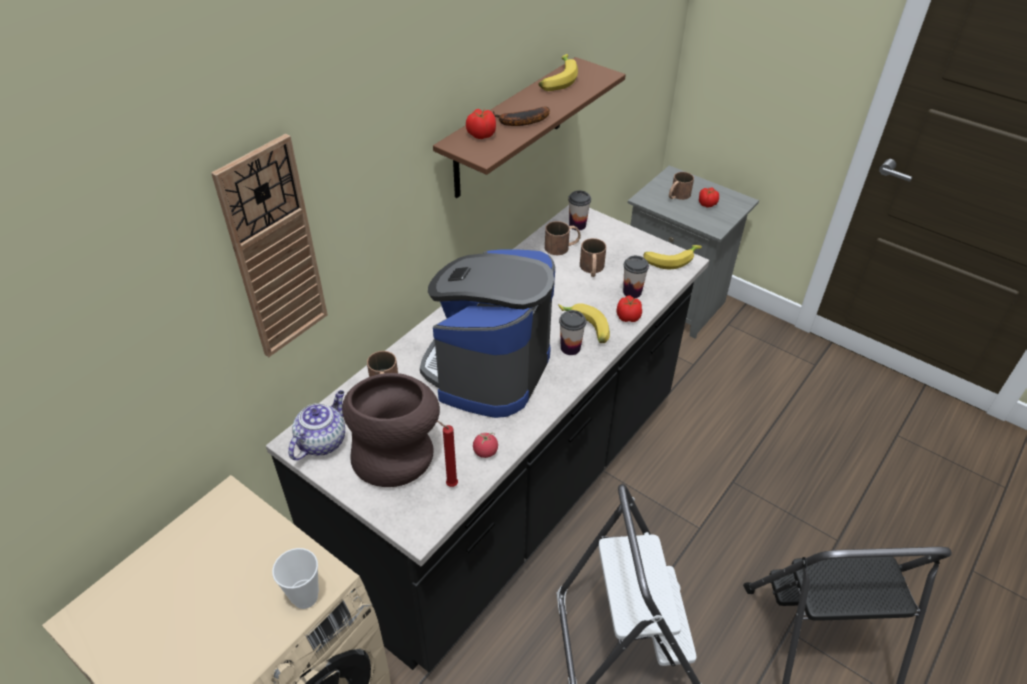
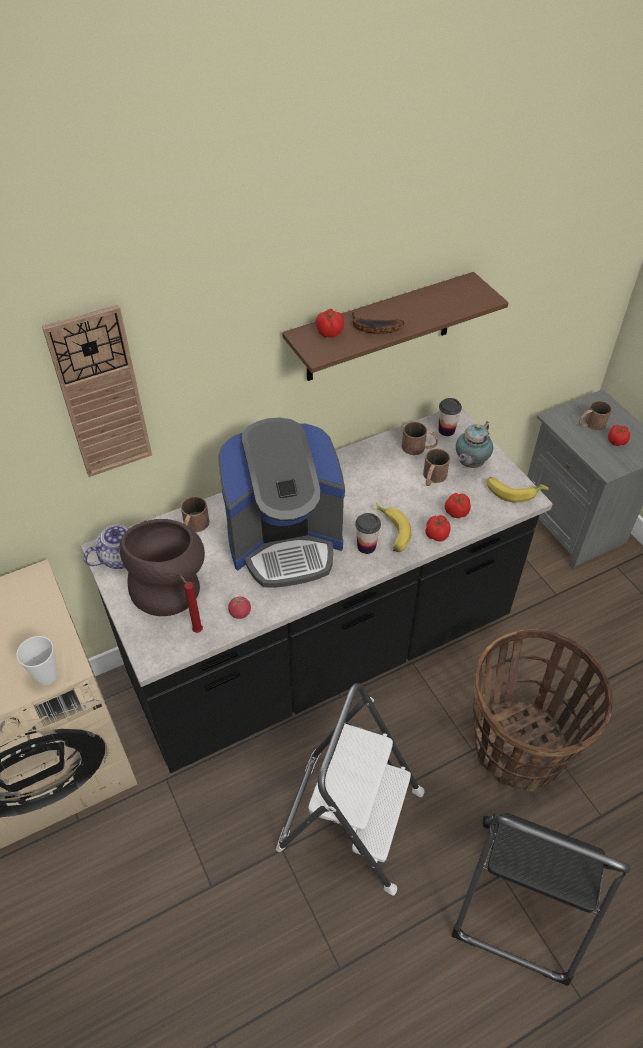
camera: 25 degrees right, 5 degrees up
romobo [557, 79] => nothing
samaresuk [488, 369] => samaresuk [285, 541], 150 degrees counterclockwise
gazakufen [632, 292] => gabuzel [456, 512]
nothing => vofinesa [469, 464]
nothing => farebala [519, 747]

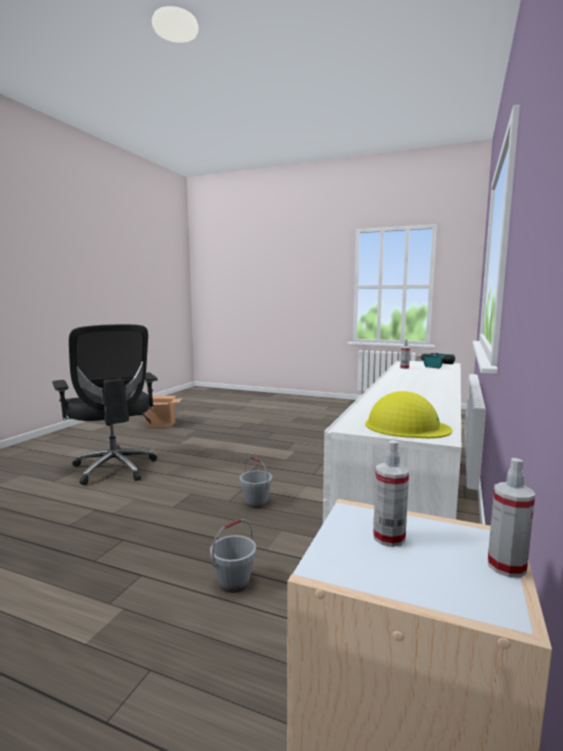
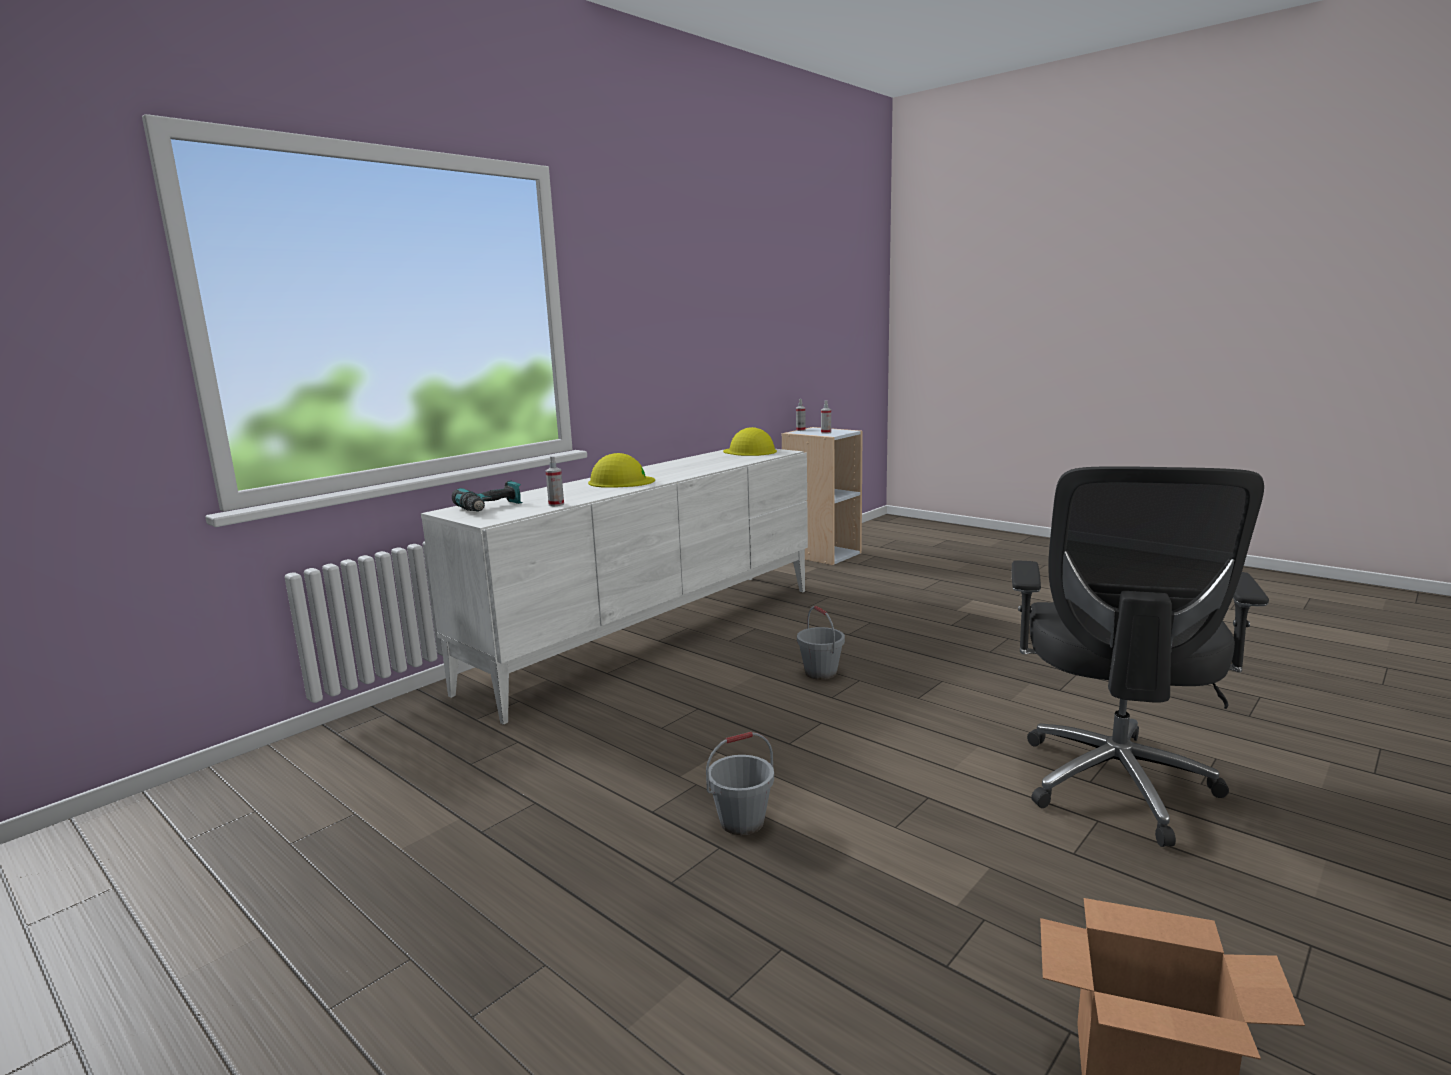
camera: 160 degrees left, 5 degrees up
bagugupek [114, 467] => bagugupek [1114, 780], 150 degrees counterclockwise
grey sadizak [234, 583] => grey sadizak [742, 821], moved
nothing => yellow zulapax [621, 481]

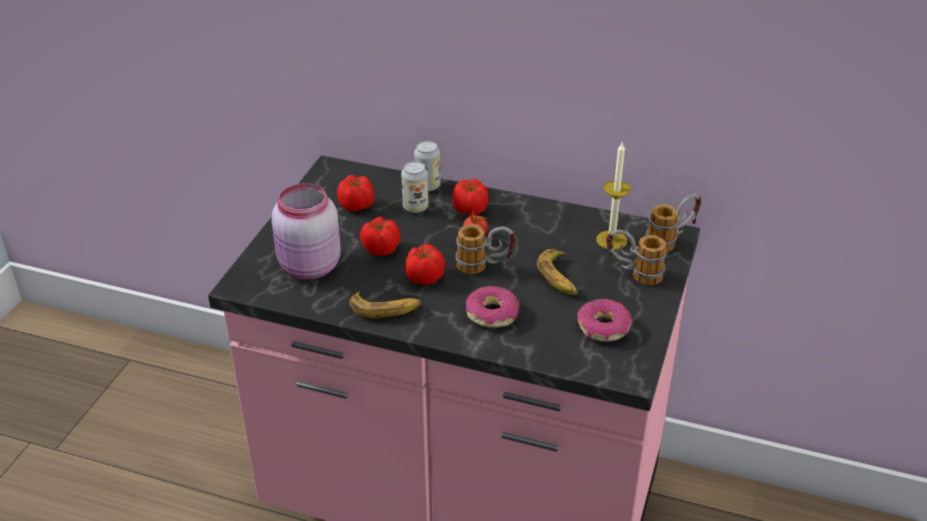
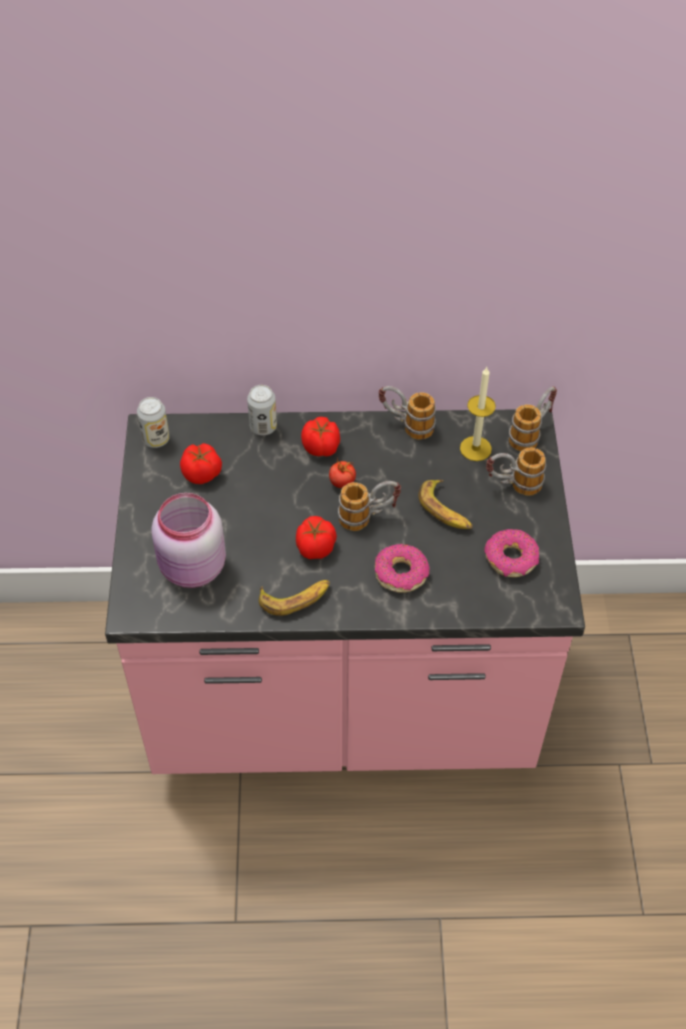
camera: 20 degrees left, 15 degrees up
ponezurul [415, 207] => ponezurul [156, 439], moved
gabuzel [380, 249] => nothing
nothing => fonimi [405, 425]

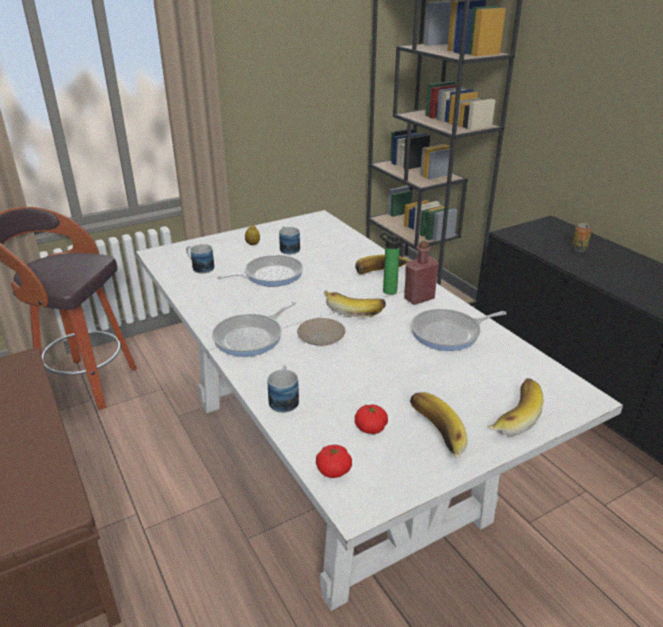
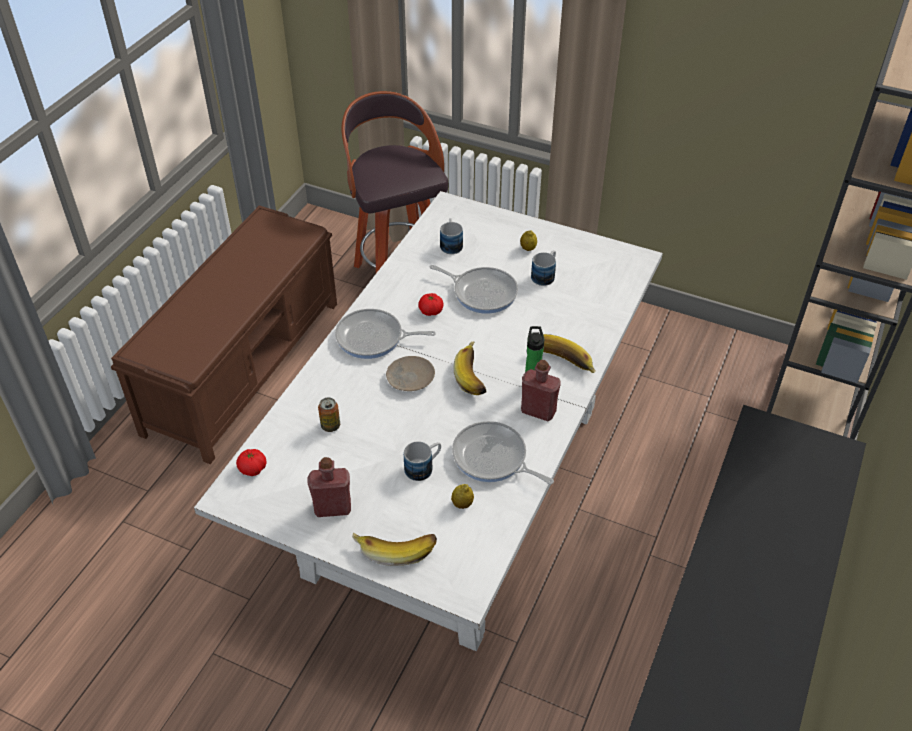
camera: 55 degrees right, 15 degrees up
ponezurul [578, 249] => ponezurul [330, 426], moved
fonimi [284, 398] => fonimi [424, 467], moved
romobo [434, 435] => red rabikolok [333, 508]
gabuzel [370, 428] => gabuzel [431, 311], moved
nothing => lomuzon [462, 504]

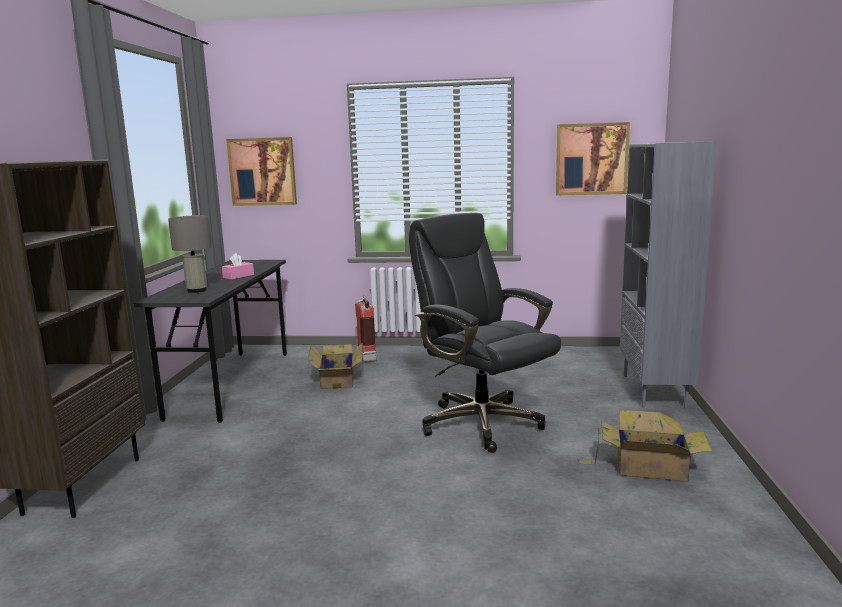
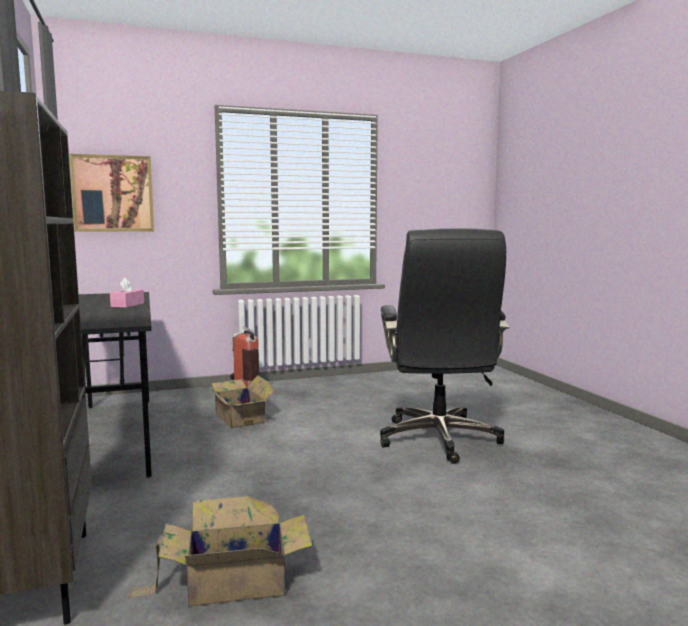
camera: 25 degrees left, 5 degrees down
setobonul [591, 159] => nothing
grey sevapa [655, 391] => nothing
black bagugupek [484, 425] => black bagugupek [437, 437], 120 degrees counterclockwise
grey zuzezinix [196, 291] => nothing
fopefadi [647, 467] => fopefadi [232, 581], moved

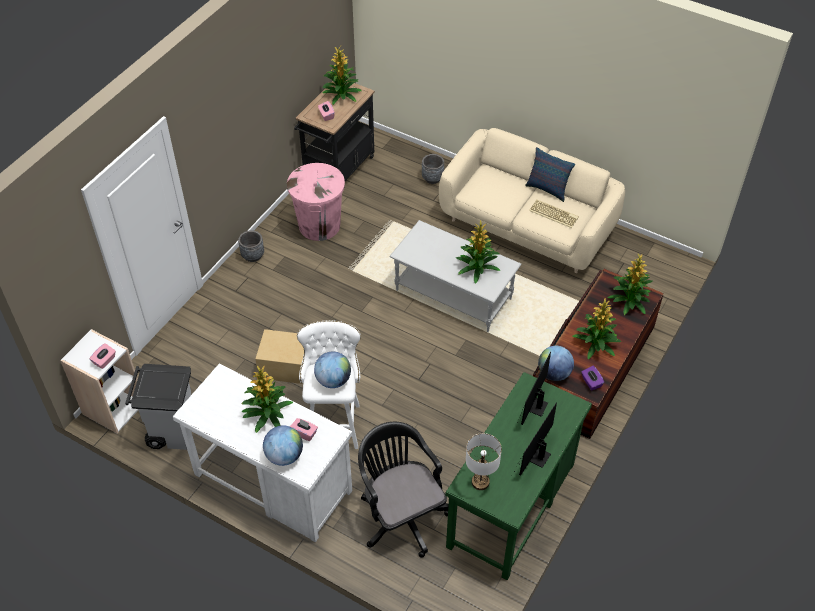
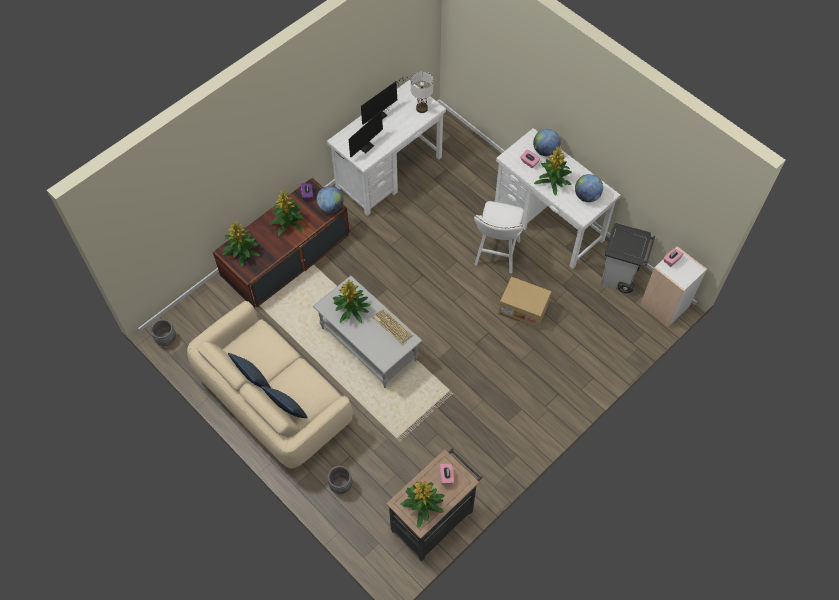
camera: 165 degrees left, 10 degrees up
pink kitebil [319, 225] => nothing
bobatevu [554, 214] => bobatevu [391, 326], moved
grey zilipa [253, 256] => grey zilipa [166, 339], moved
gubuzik [333, 380] => gubuzik [587, 196], moved
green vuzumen [512, 505] => white vuzumen [388, 172]
black bagugupek [400, 514] => nothing
nothing => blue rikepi [287, 409]

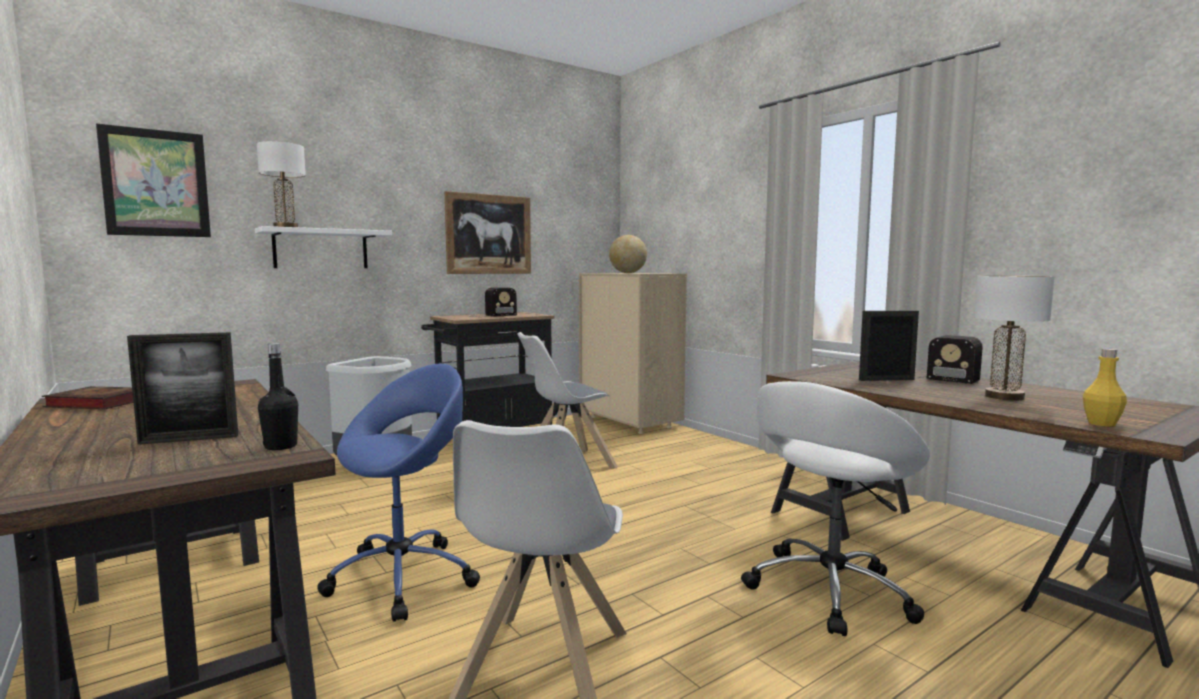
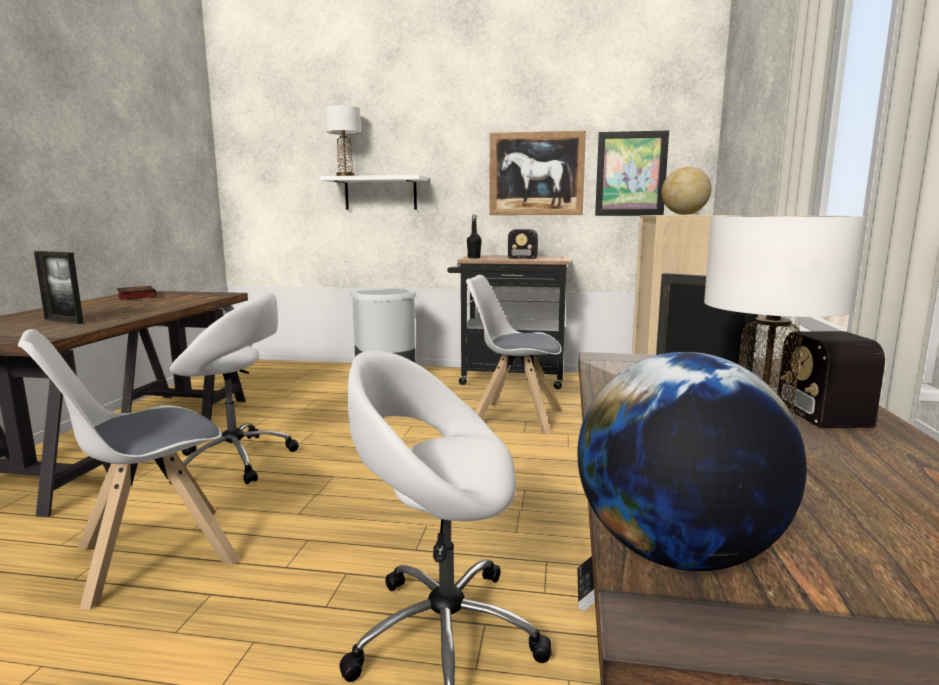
camera: 45 degrees right, 5 degrees up
setobonul [156, 183] => setobonul [631, 174], moved
black rabikolok [281, 446] => black rabikolok [474, 258], moved
yellow rabikolok [1101, 424] => gubuzik [678, 553]
blue bagugupek [405, 576] => white bagugupek [237, 460]

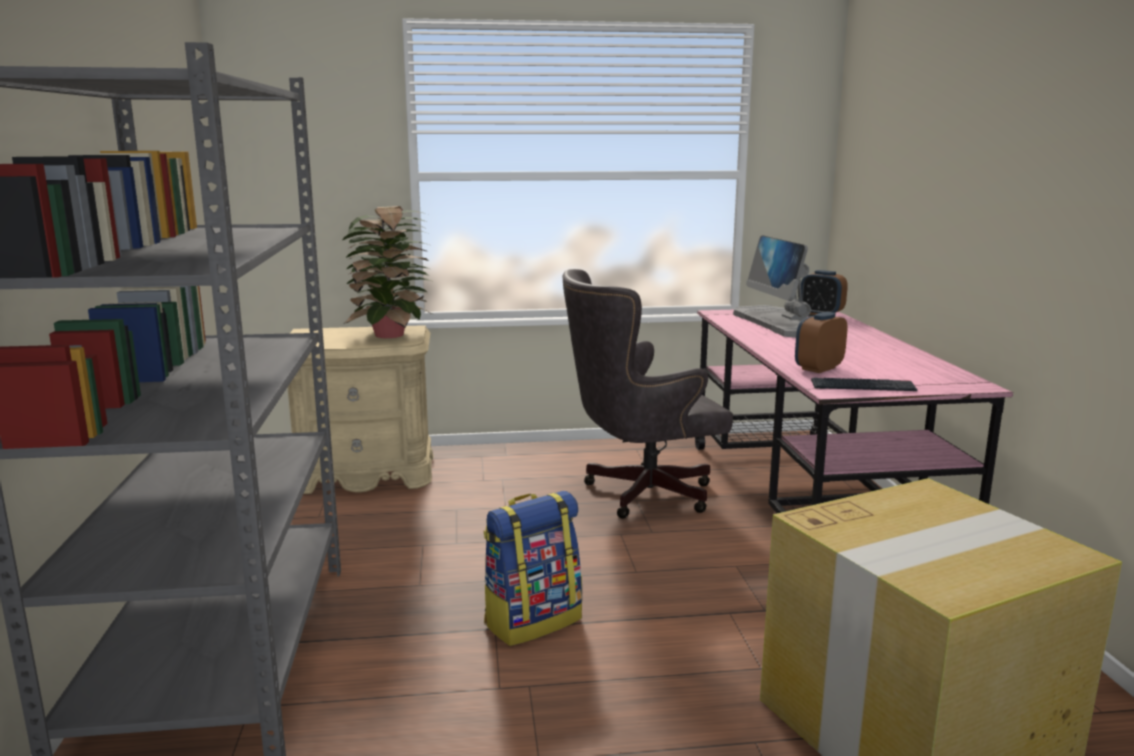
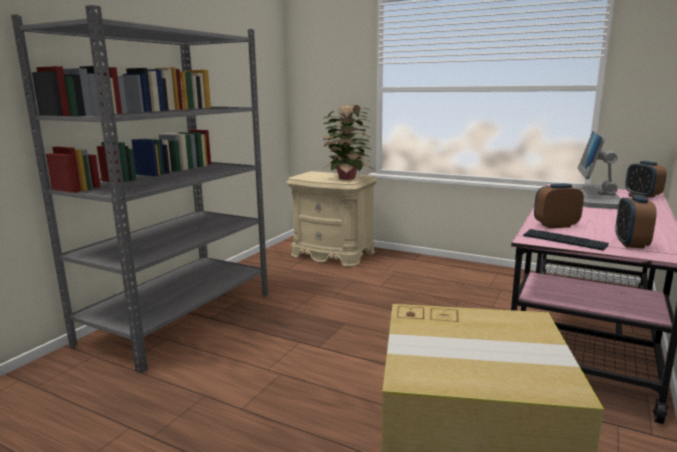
camera: 35 degrees right, 0 degrees up
grey bagugupek [640, 494] => nothing
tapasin [532, 620] => nothing
nothing => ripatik [631, 243]

